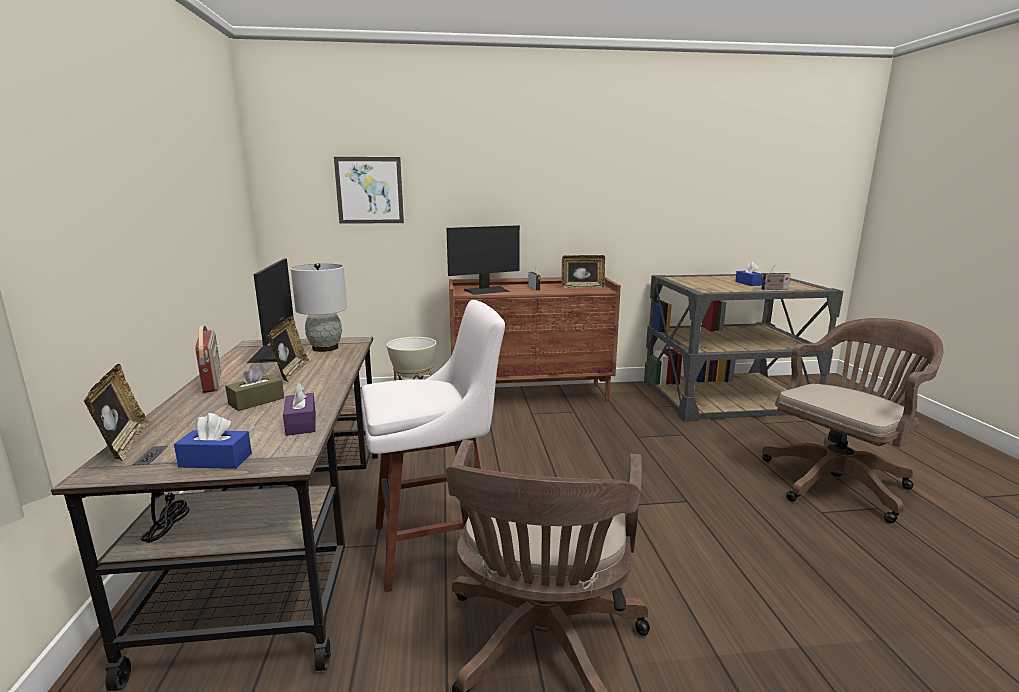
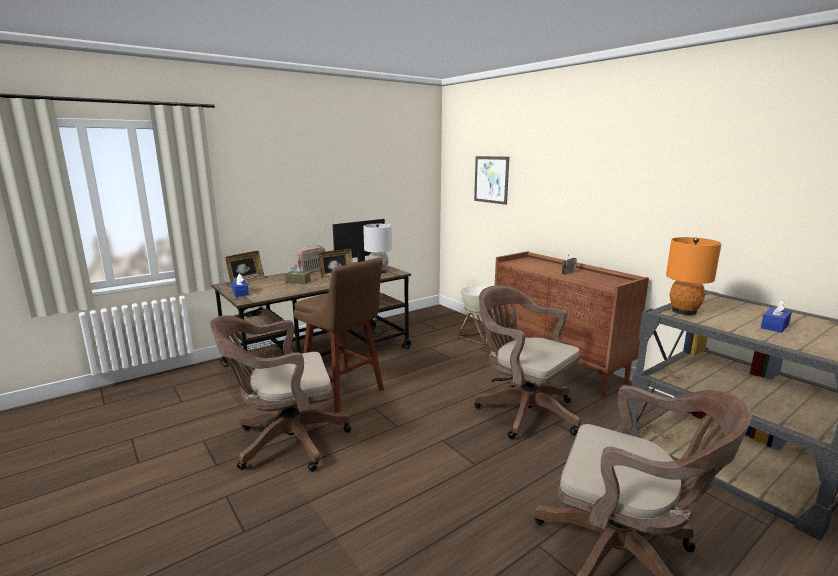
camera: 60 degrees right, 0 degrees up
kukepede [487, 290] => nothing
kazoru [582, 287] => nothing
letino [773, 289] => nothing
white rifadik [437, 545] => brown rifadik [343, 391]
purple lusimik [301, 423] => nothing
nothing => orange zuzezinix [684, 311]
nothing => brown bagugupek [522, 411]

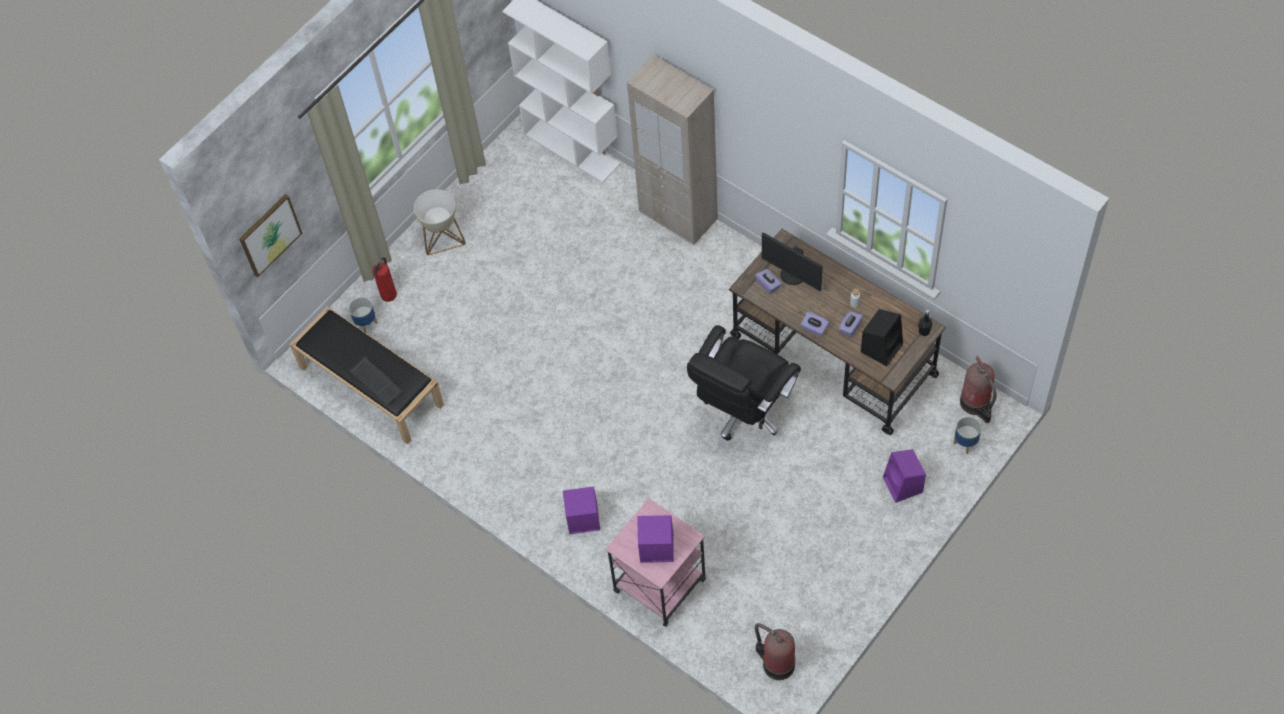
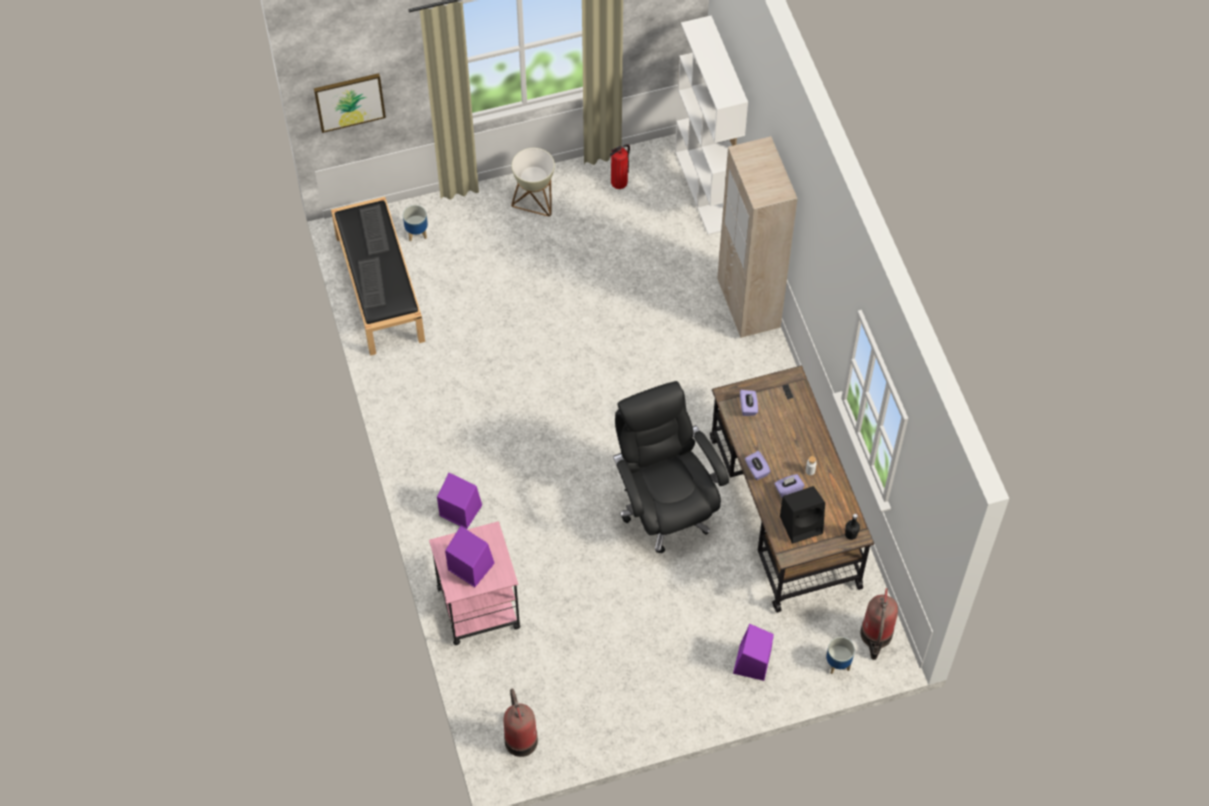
camera: 30 degrees right, 0 degrees up
kukepede [792, 275] => nothing
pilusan [388, 294] => pilusan [619, 182], moved
black bagugupek [742, 412] => black bagugupek [665, 509], 90 degrees clockwise
nothing => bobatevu [373, 230]

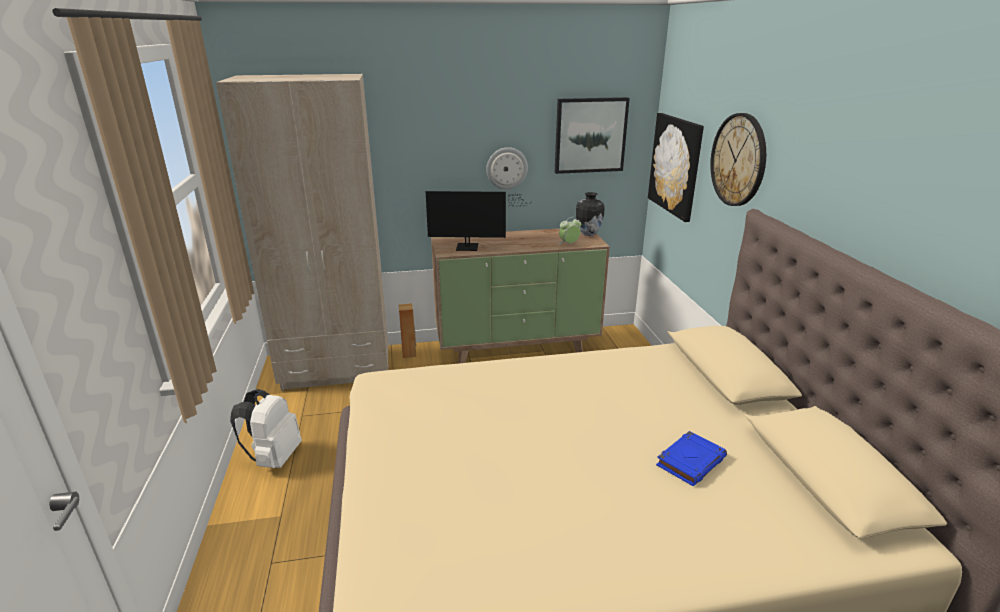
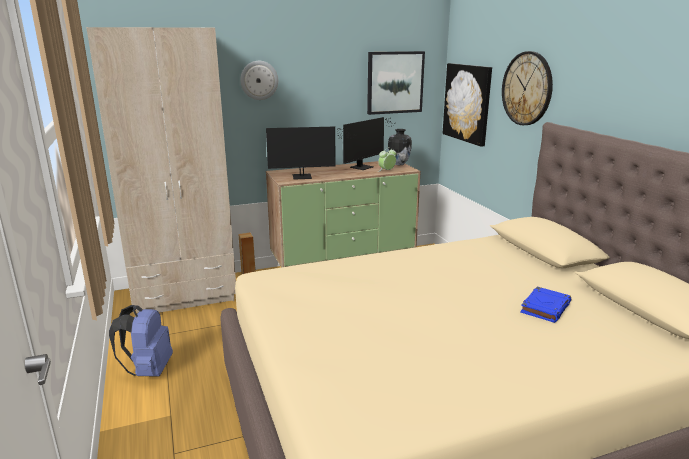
camera: 10 degrees left, 5 degrees down
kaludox [506, 168] => kaludox [259, 80], moved
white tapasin [274, 458] => blue tapasin [148, 370]
nothing => kukepede [364, 166]

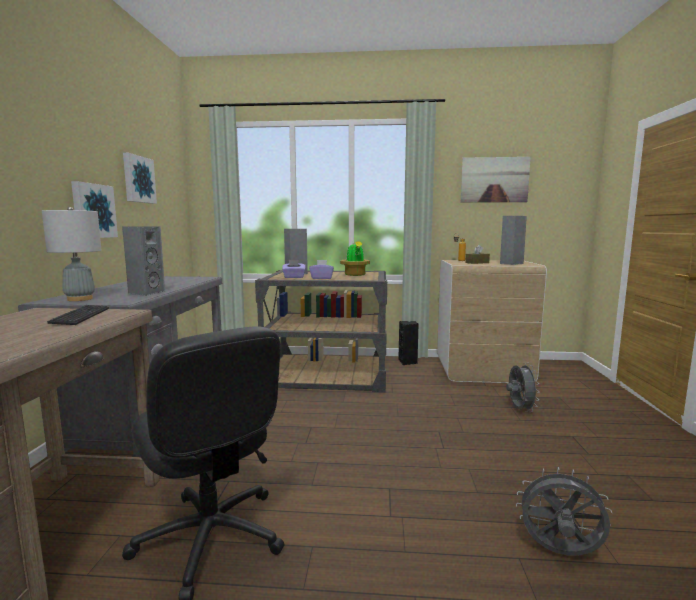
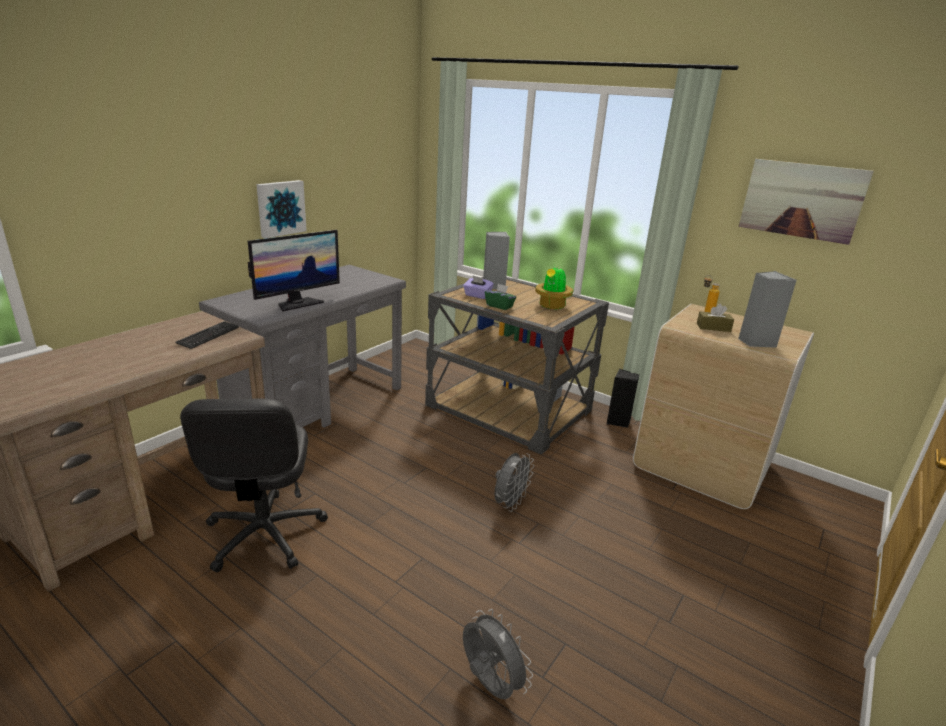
camera: 30 degrees right, 15 degrees up
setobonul [138, 179] => nothing
grey zuzezinix [80, 299] => nothing
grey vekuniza [145, 293] => kukepede [297, 303]
purple lusimik [321, 278] => green lusimik [499, 306]
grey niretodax [519, 409] => grey niretodax [510, 503], moved

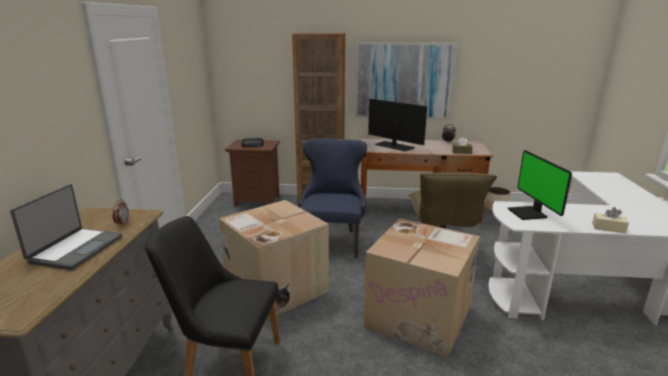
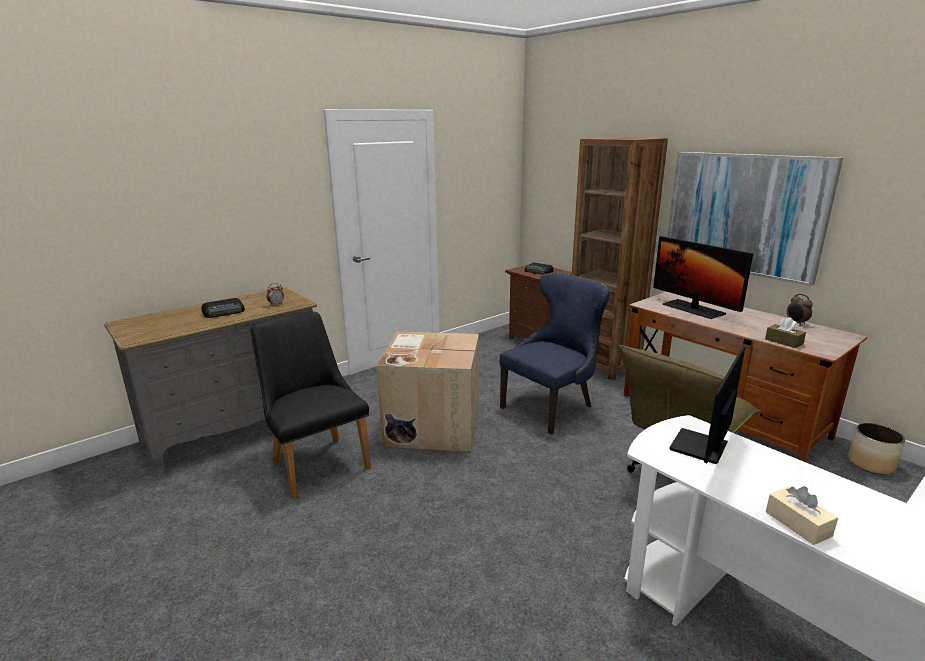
camera: 45 degrees right, 0 degrees up
kukepede [394, 146] => kukepede [693, 309], 150 degrees clockwise
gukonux [75, 249] => letino [224, 312]
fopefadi [420, 316] => nothing

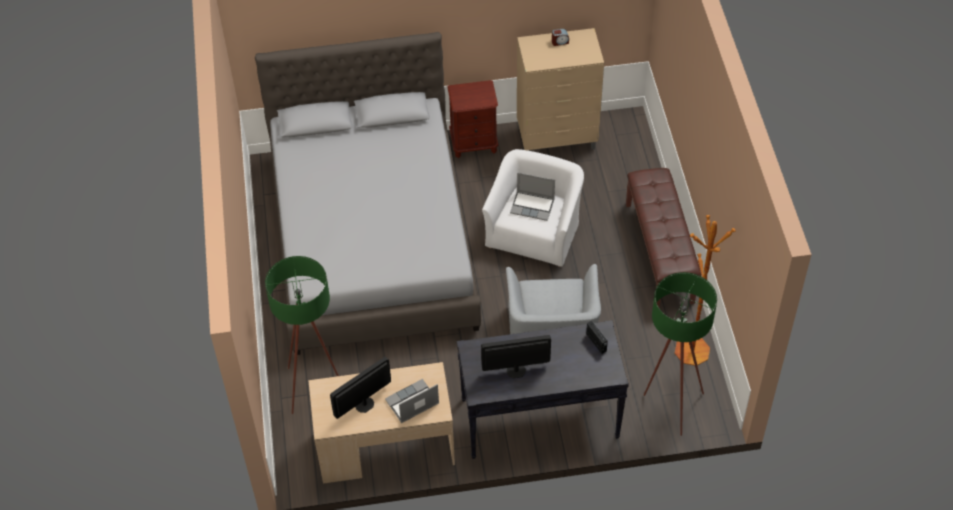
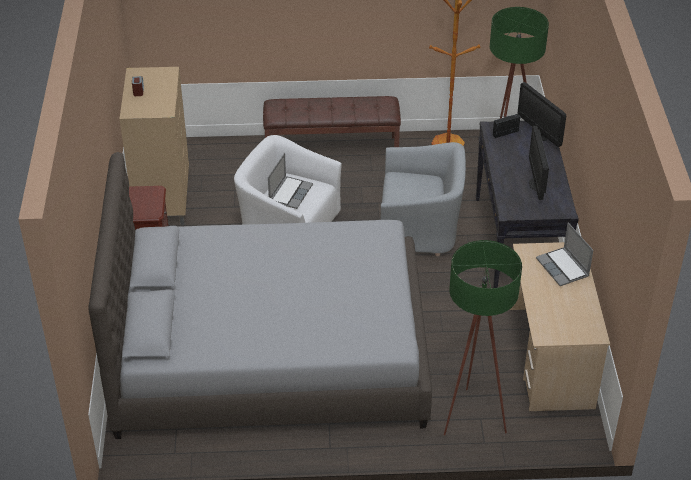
camera: 85 degrees left, 10 degrees down
kukepede [364, 404] => kukepede [540, 135], moved

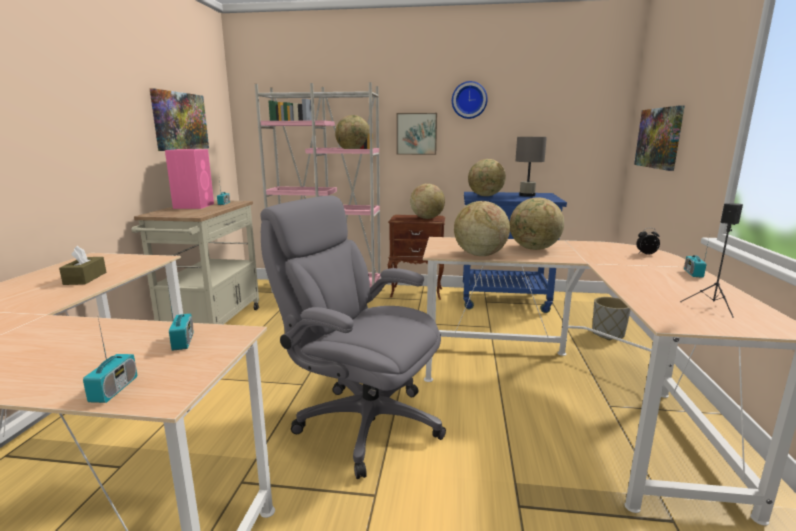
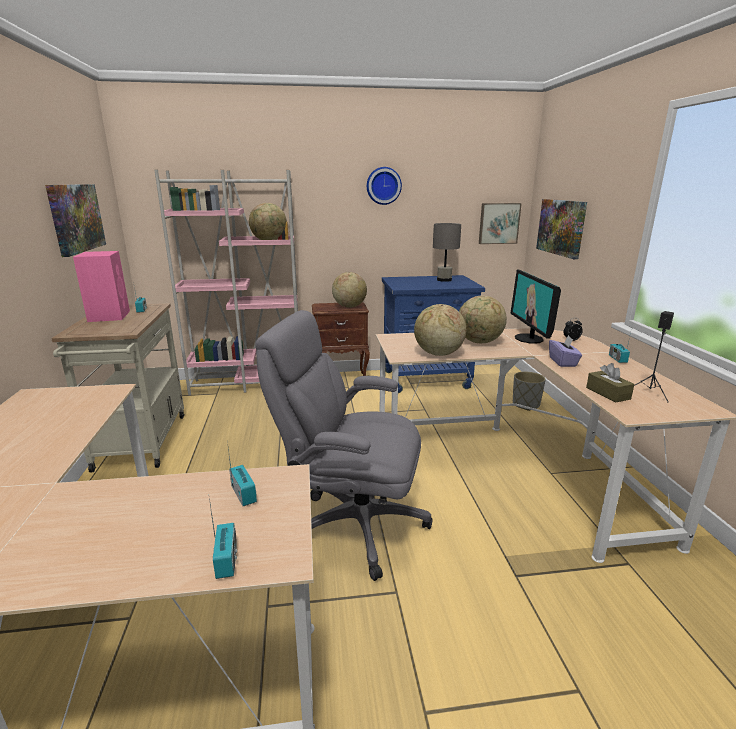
camera: 15 degrees left, 5 degrees up
setobonul [416, 134] => setobonul [498, 223], moved
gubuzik [485, 196] => nothing
brown lusimik [85, 278] => brown lusimik [608, 393], moved
nothing => kukepede [529, 338]
nothing => purple lusimik [563, 362]

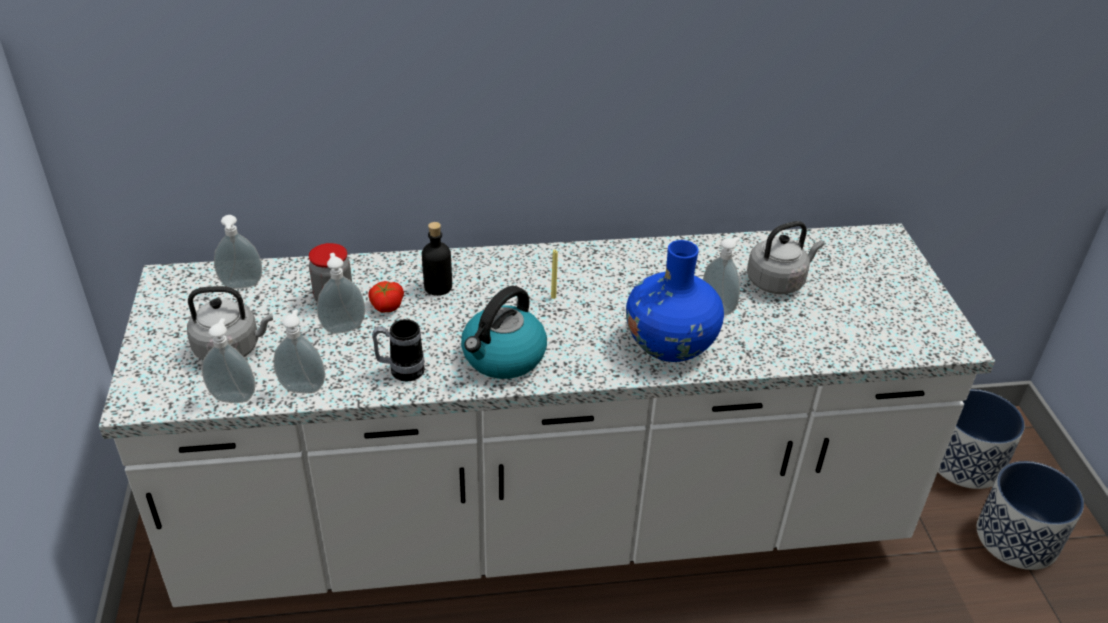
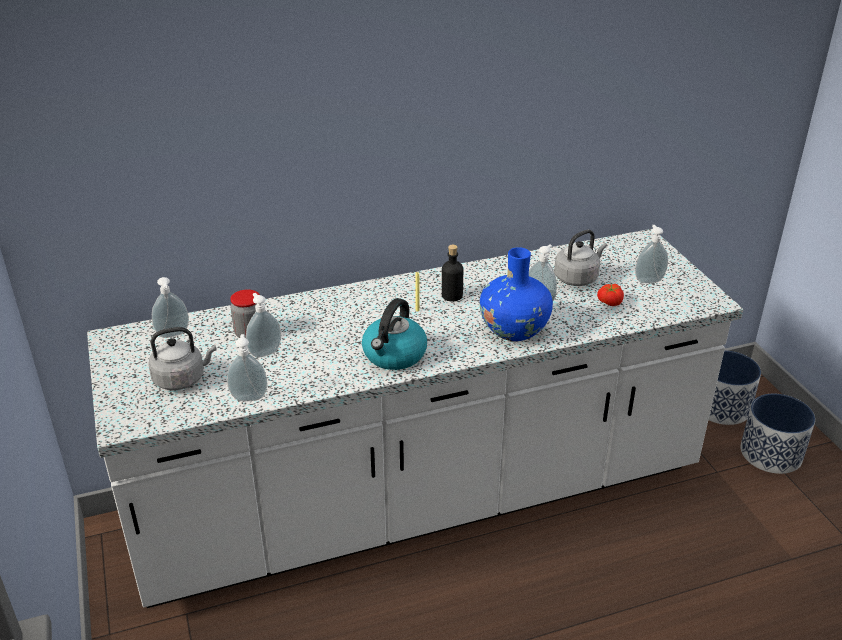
camera: 10 degrees left, 5 degrees down
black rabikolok [438, 287] => black rabikolok [452, 295], moved
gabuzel [386, 305] => gabuzel [609, 302], moved
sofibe [234, 396] => sofibe [648, 280], moved
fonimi [400, 371] => nothing

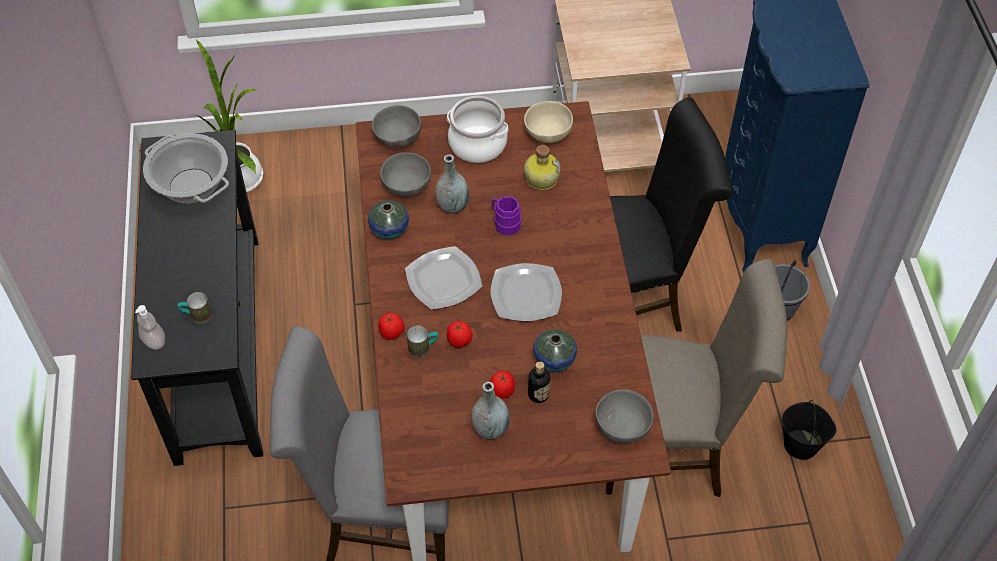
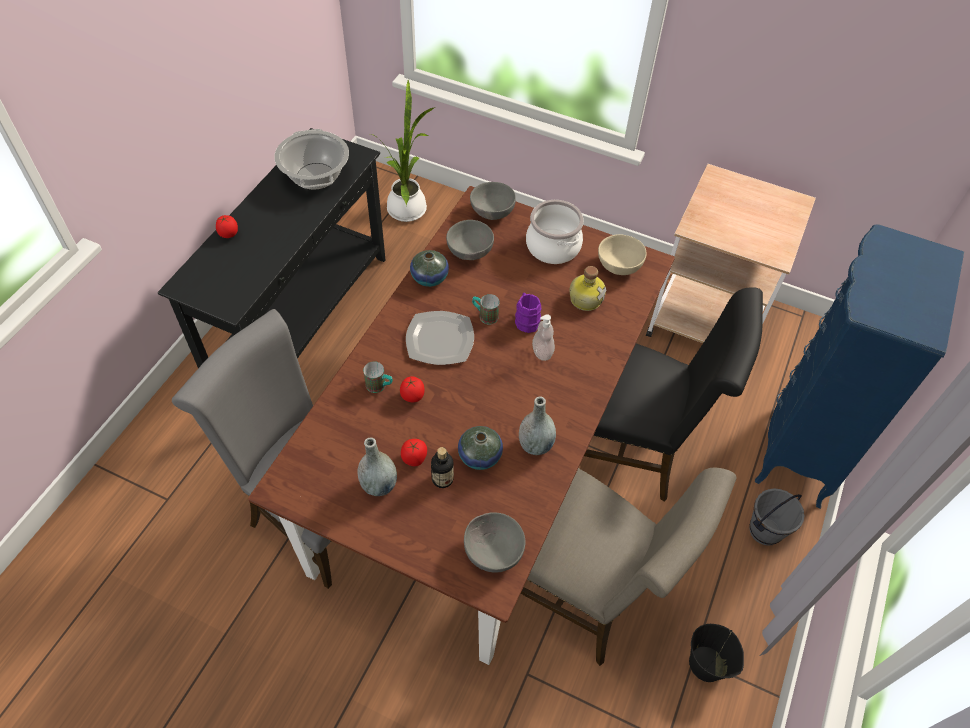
camera: 30 degrees right, 0 degrees up
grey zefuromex [452, 206] => grey zefuromex [535, 445], moved
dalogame [526, 294] => nothing
fonimi [196, 315] => fonimi [484, 315], moved
sofibe [154, 341] => sofibe [542, 352], moved
gabuzel [392, 333] => gabuzel [229, 234], moved

